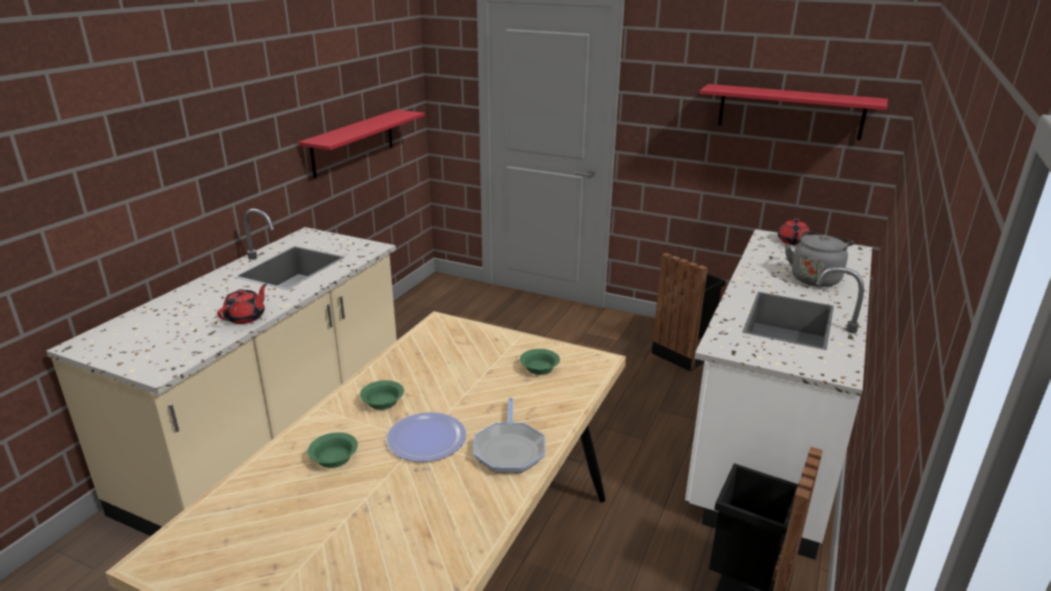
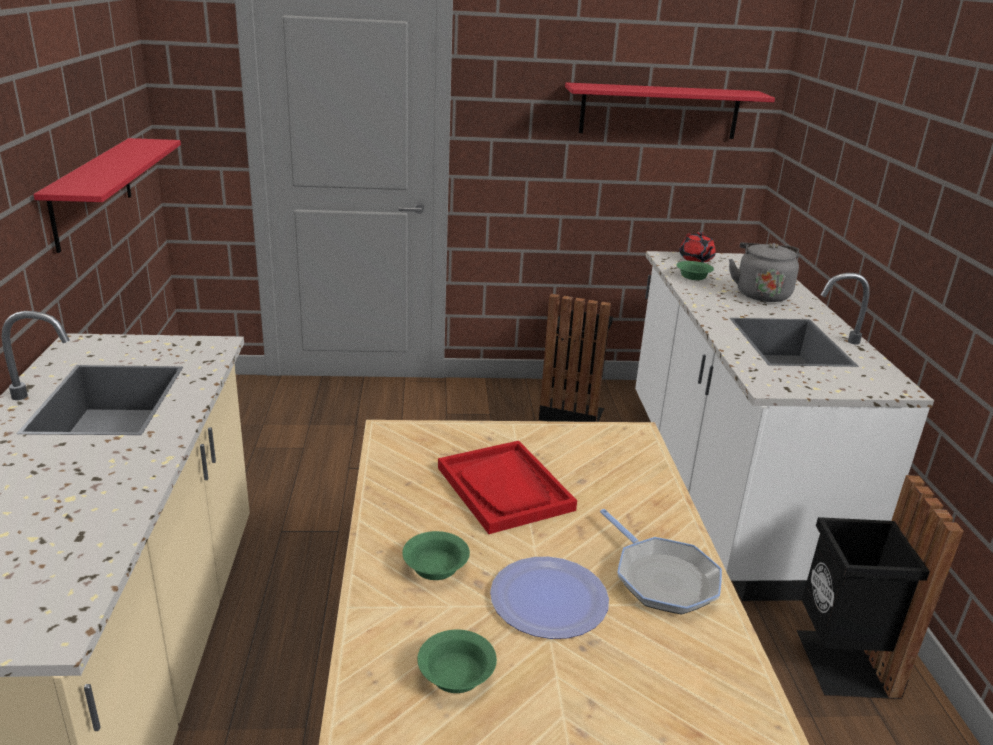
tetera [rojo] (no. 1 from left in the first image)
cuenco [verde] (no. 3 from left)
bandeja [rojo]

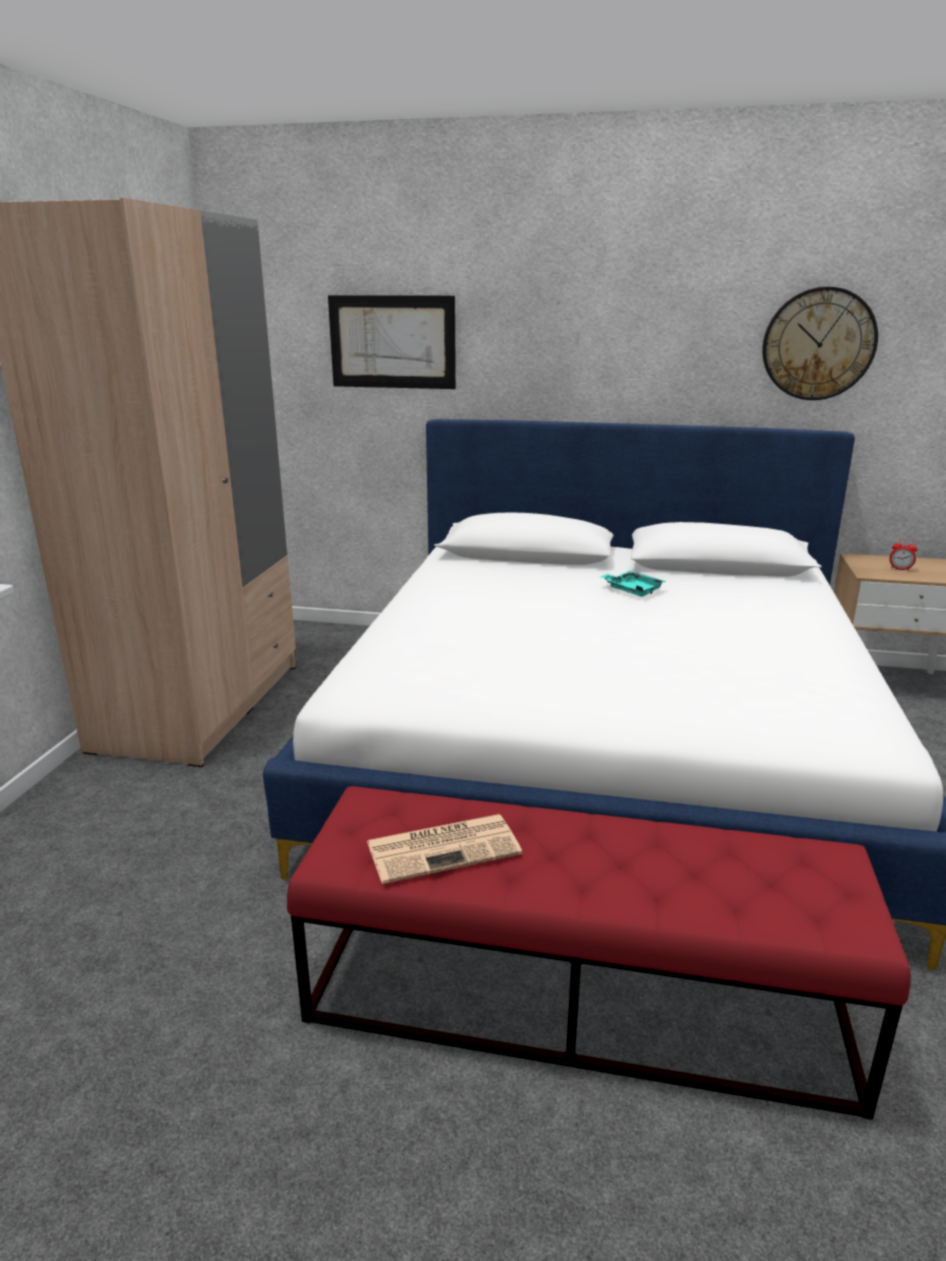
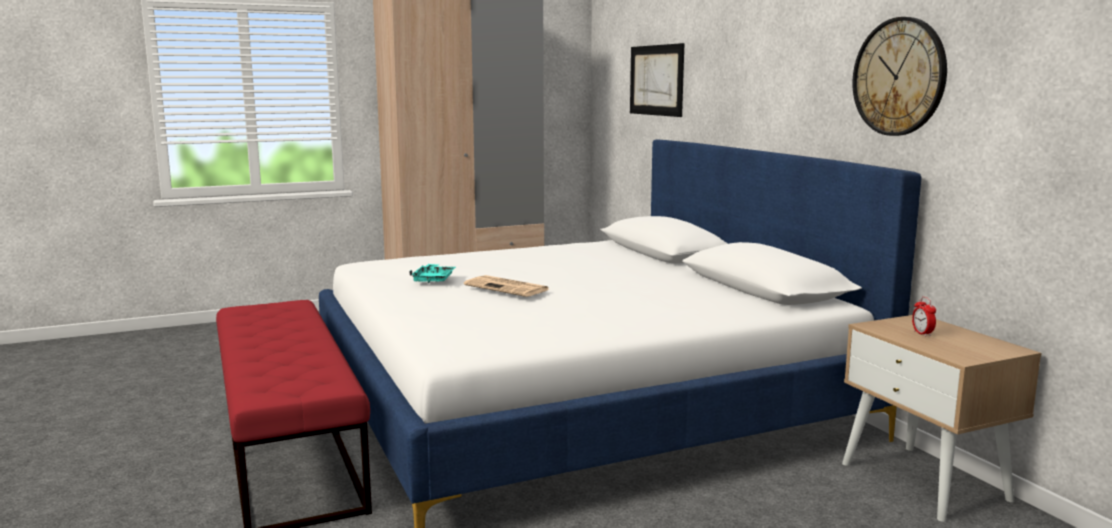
bandeja [turquesa]
periódico

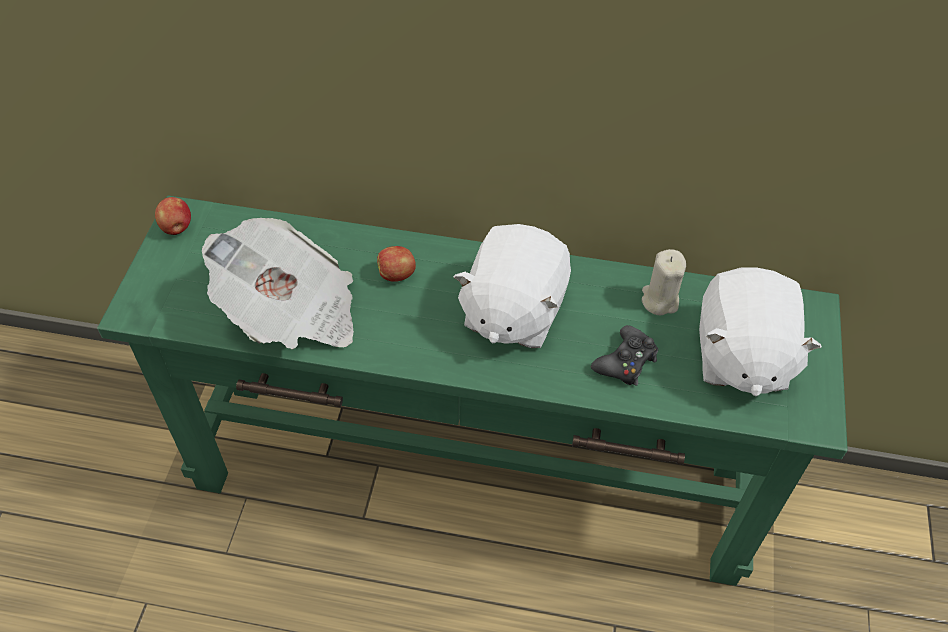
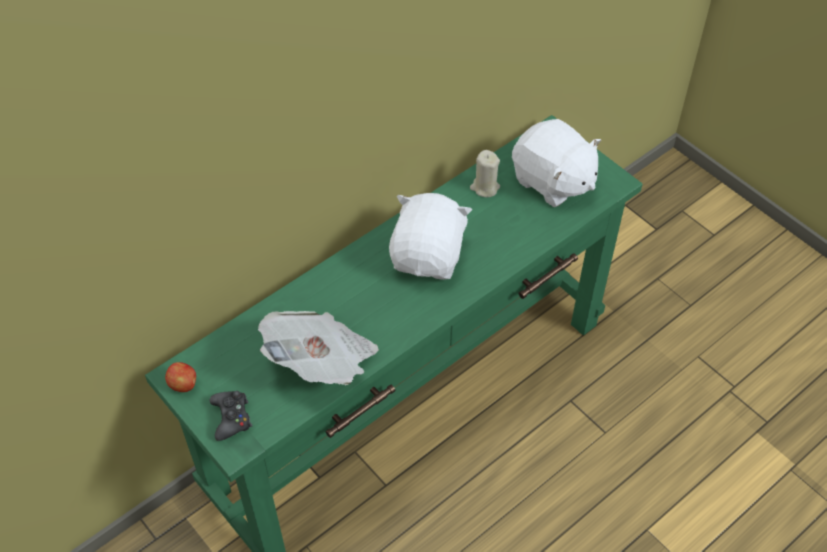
peluche [blanco] (no. 1 from left)
manzana (no. 2 from left in the first image)
mando de consola [negro]

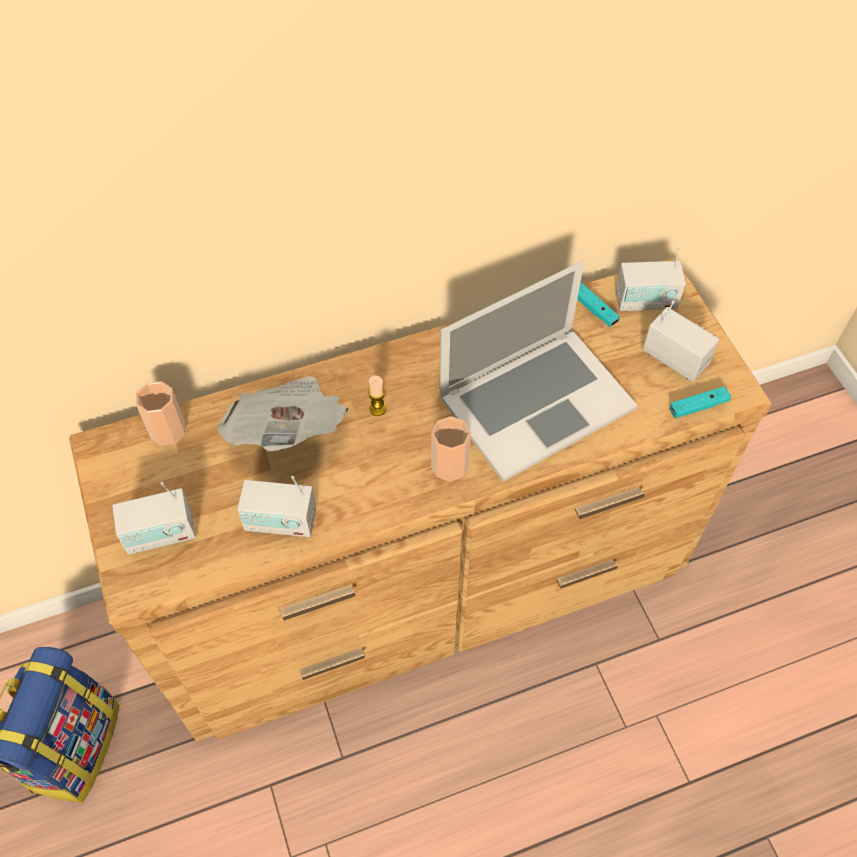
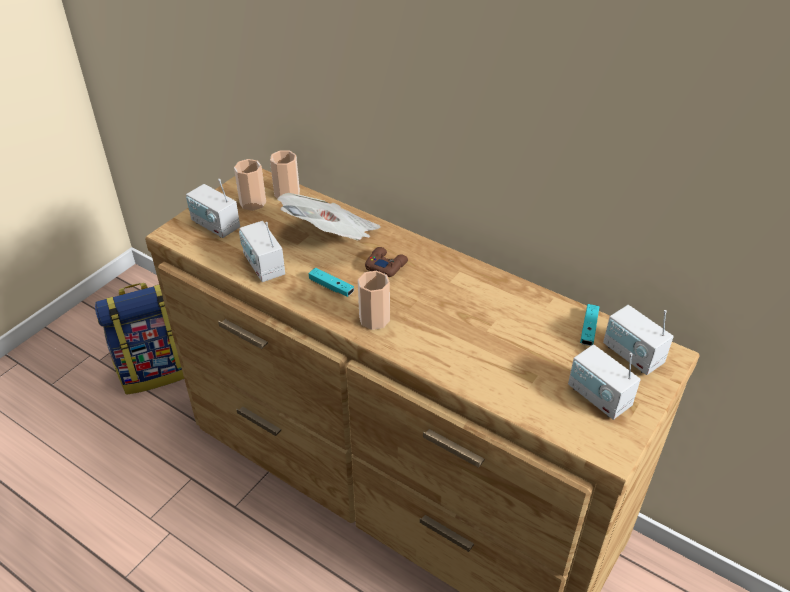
portátil
radio (no. 3 from left)
mando de consola [marrón]
mando de consola [turquesa] (no. 1 from left)
taza (no. 1 from left)

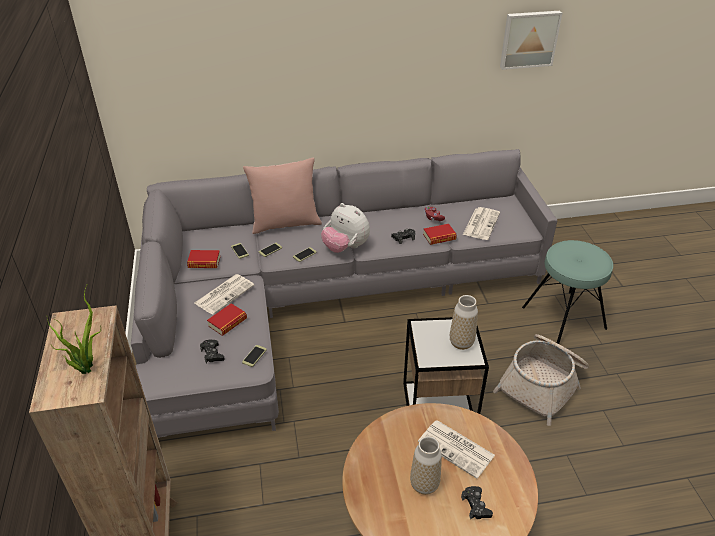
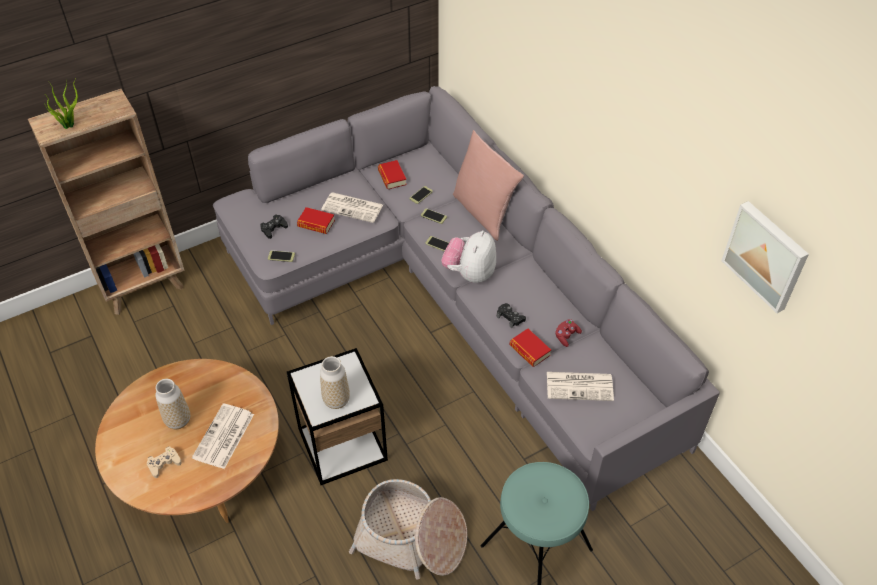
mando de consola [beis]

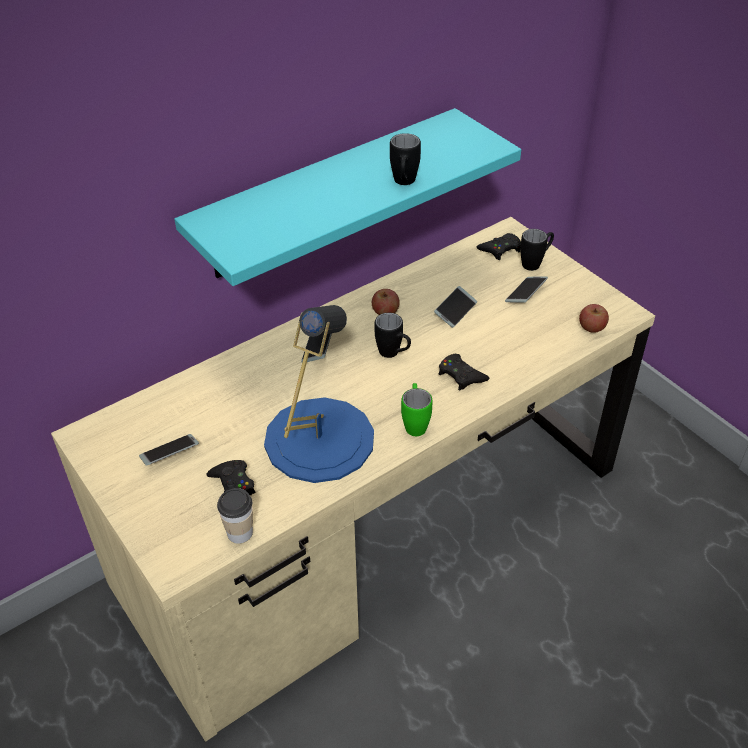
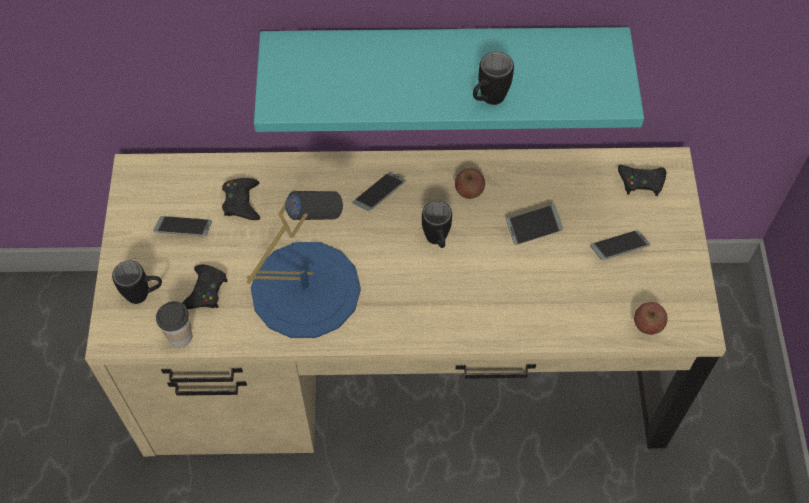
taza grande [negro] (no. 1 from left)
mando de consola [negro] (no. 2 from left)
taza grande [verde]

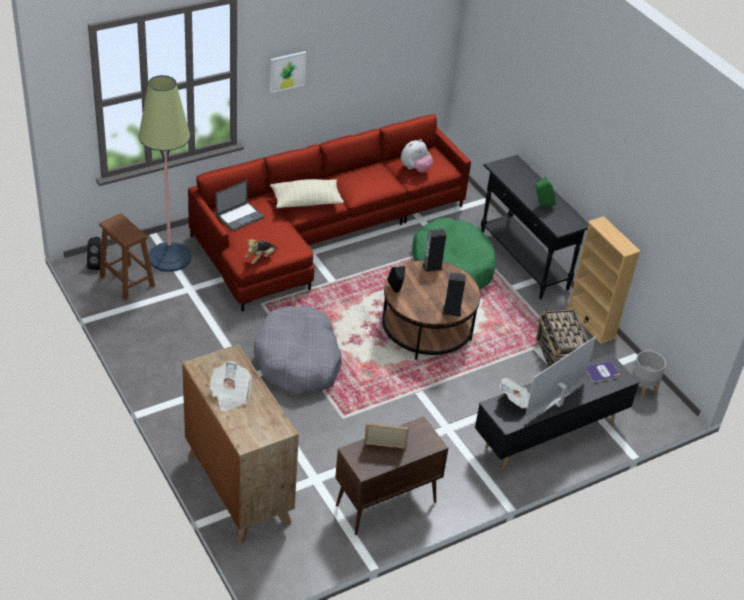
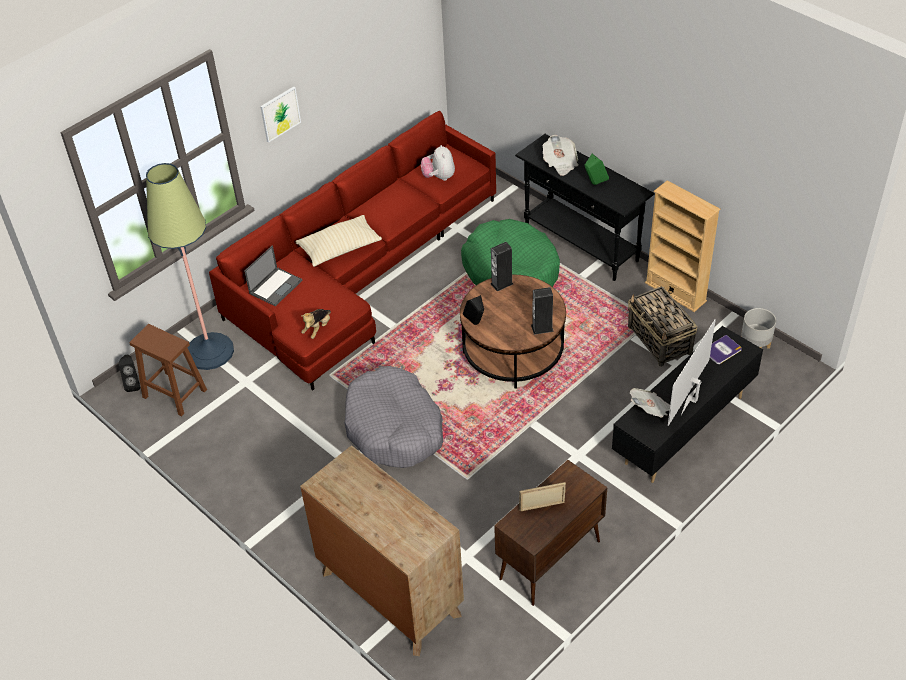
peluche (no. 2 from left)
periódico (no. 1 from left)

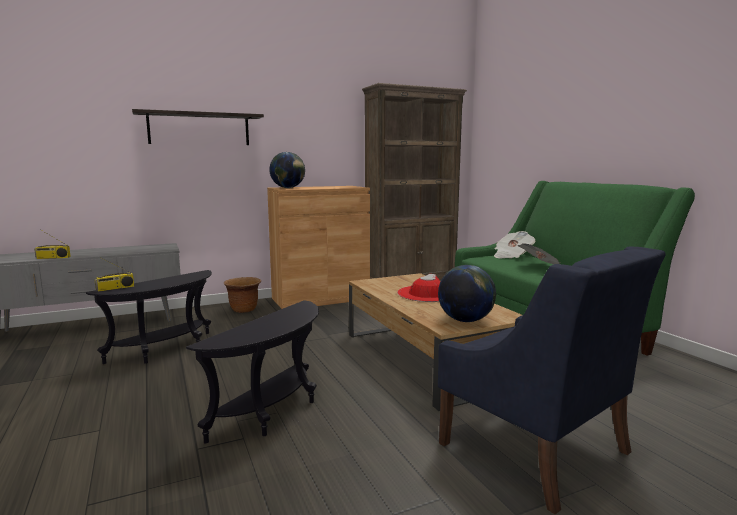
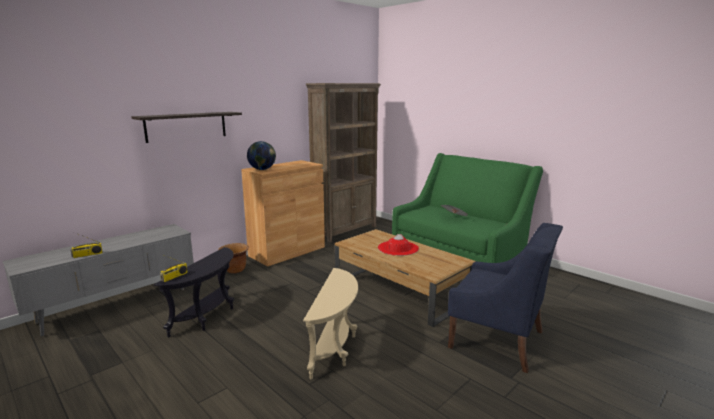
periódico (no. 1 from left in the first image)
globo terráqueo (no. 2 from left in the first image)
mesa auxiliar [beis]

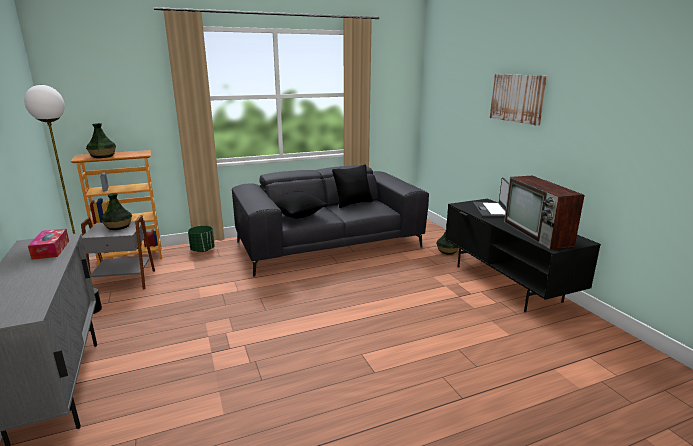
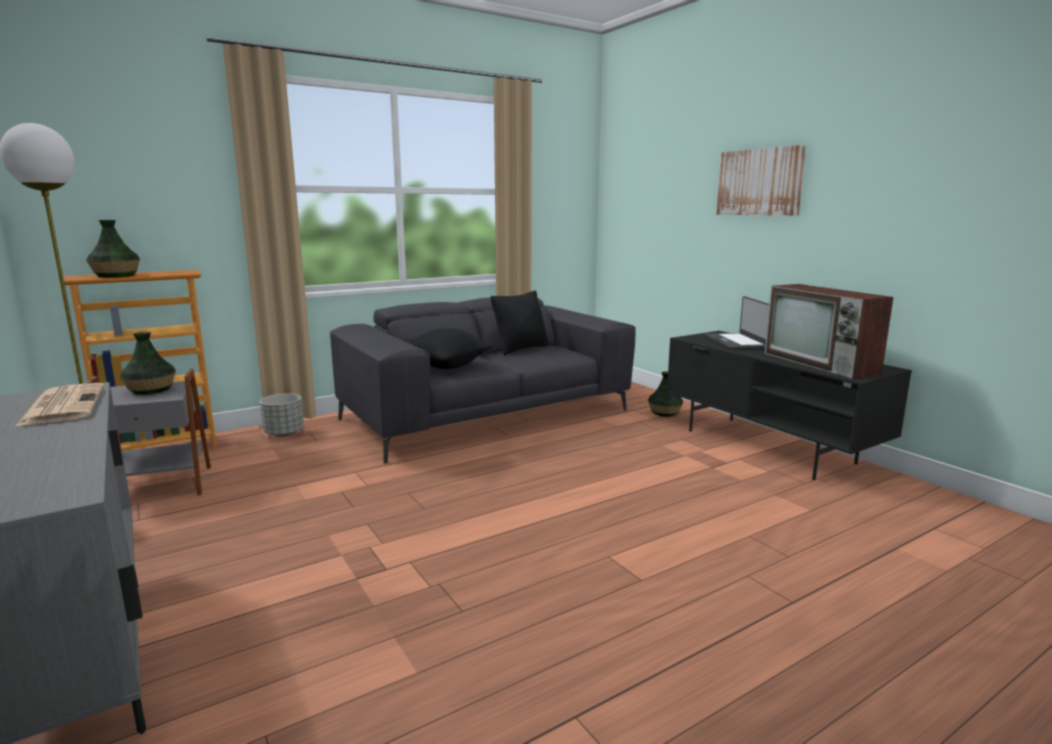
maceta [gris]
periódico

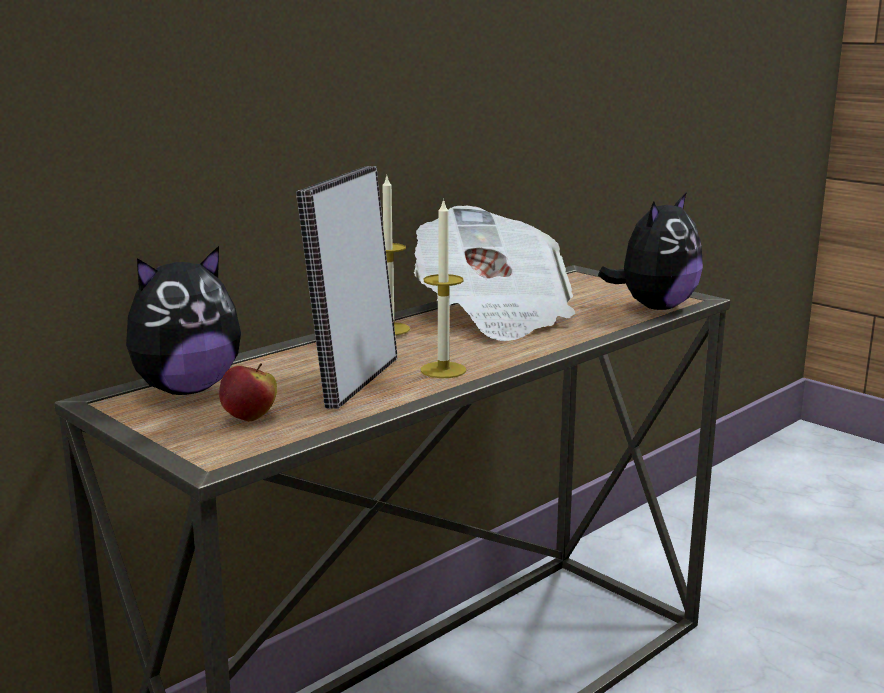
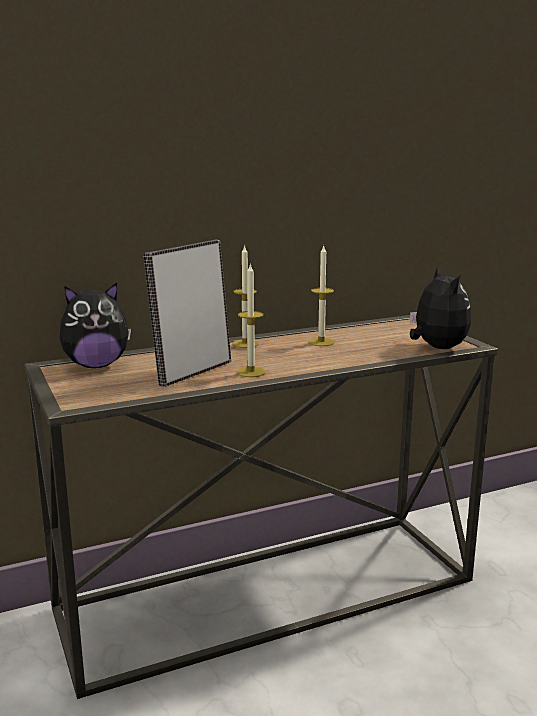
peluche (no. 2 from left)
vela (no. 3 from left)
manzana

